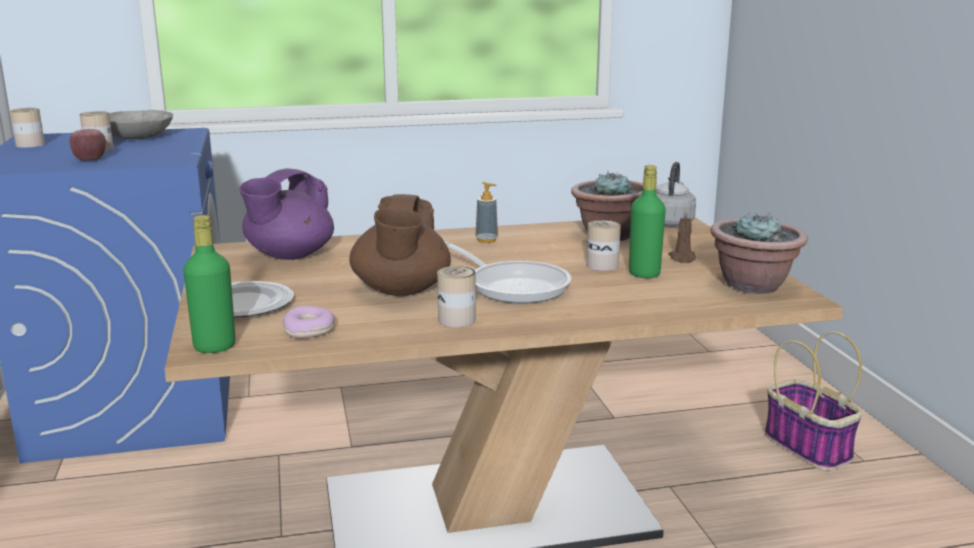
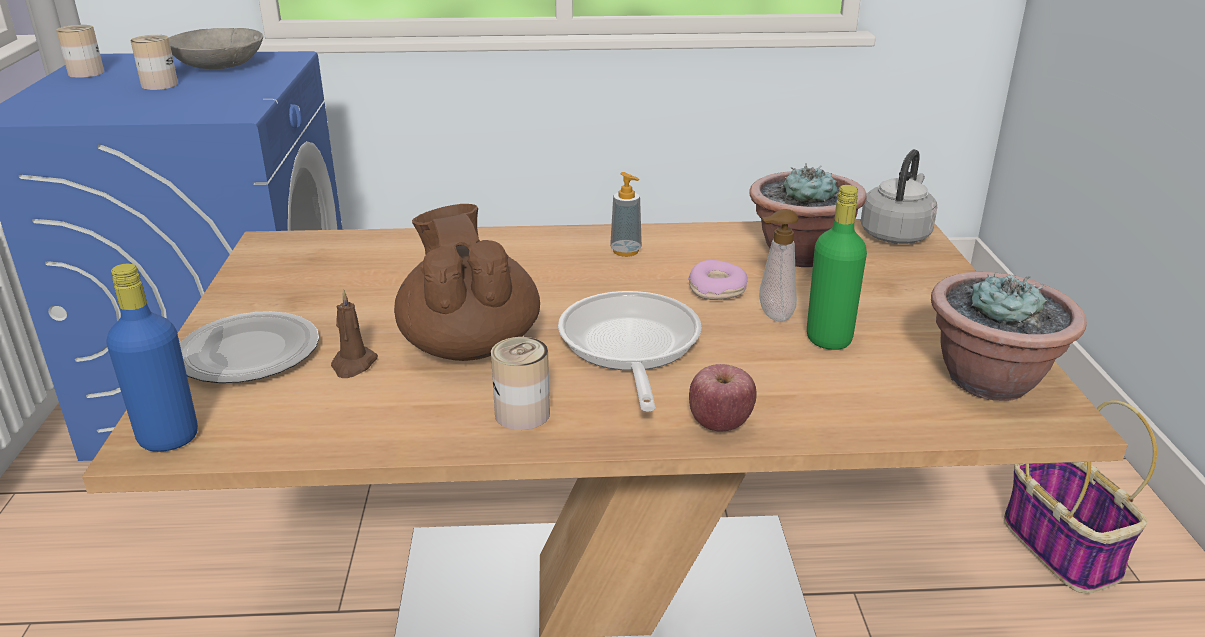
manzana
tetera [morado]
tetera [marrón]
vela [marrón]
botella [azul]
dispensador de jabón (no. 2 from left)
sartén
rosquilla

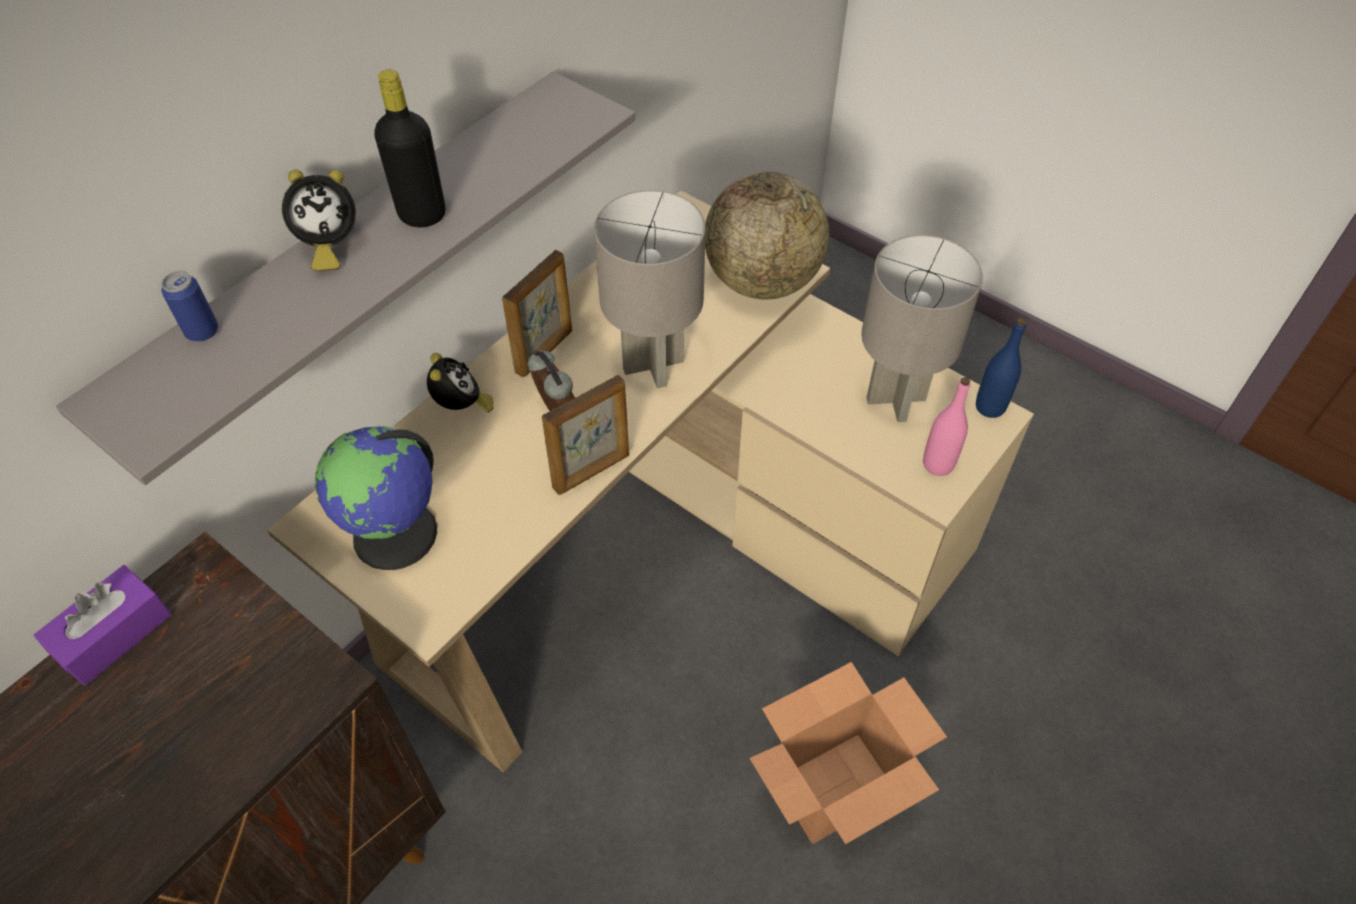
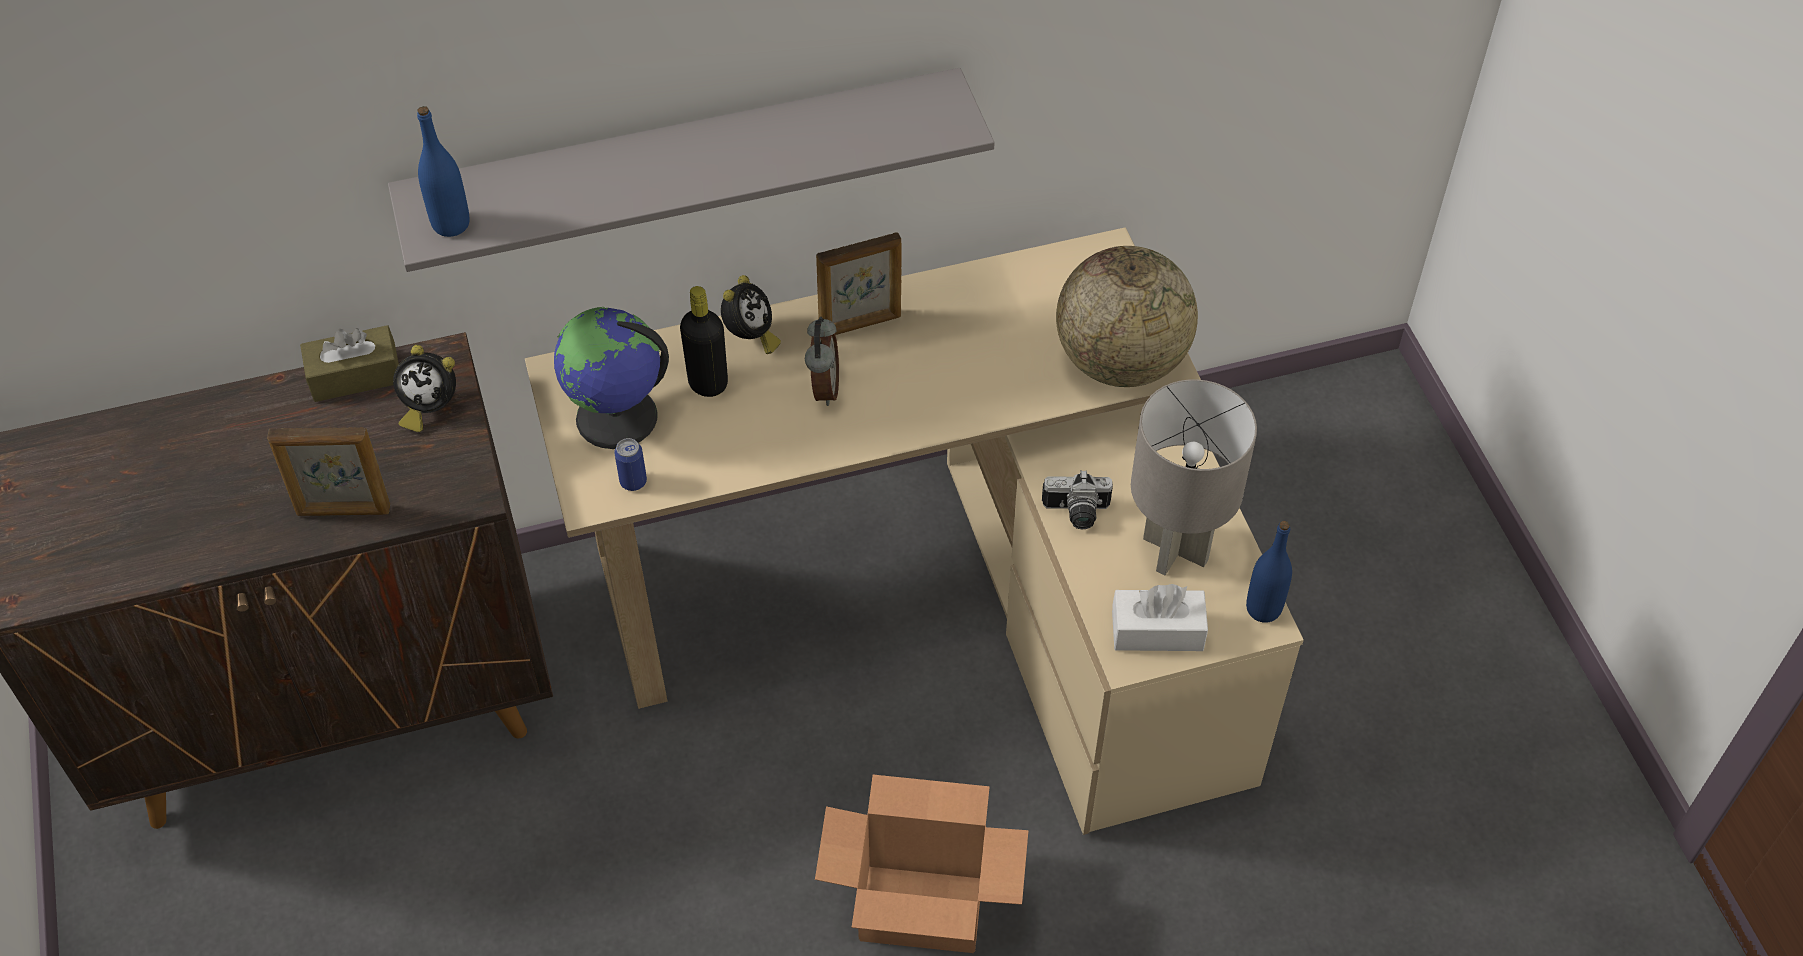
botella [negro]
despertador (no. 1 from left)
lámpara de mesa [gris] (no. 1 from left in the first image)
lata
portarretratos (no. 1 from left)
caja de pañuelos [blanco]
caja de pañuelos [marrón]
botella [azul] (no. 1 from left)
cámara

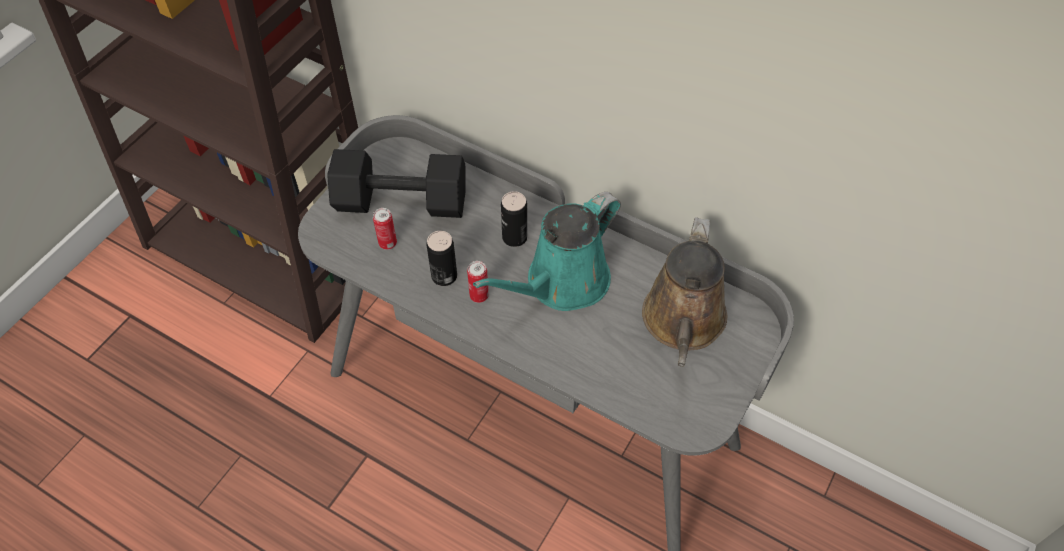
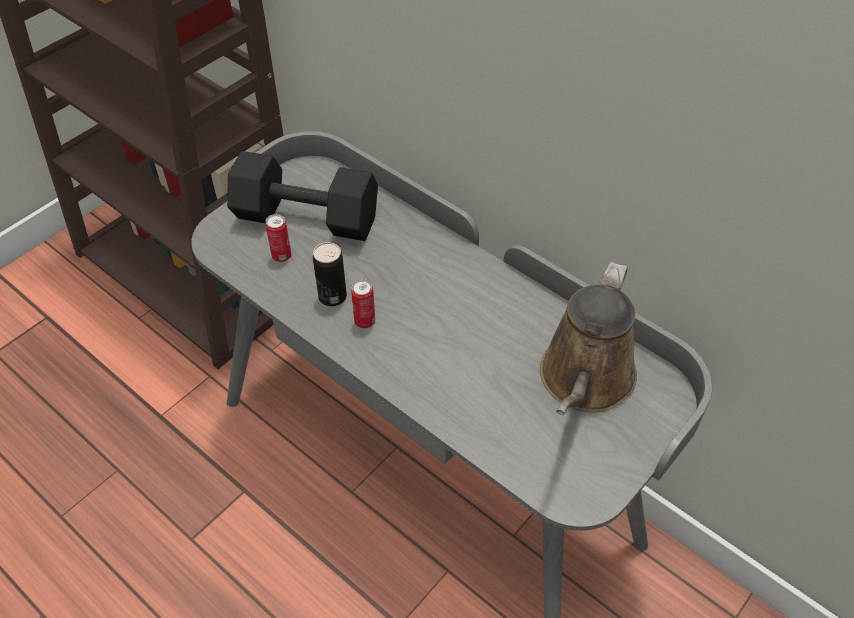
lata (no. 4 from left in the first image)
regadera [turquesa]

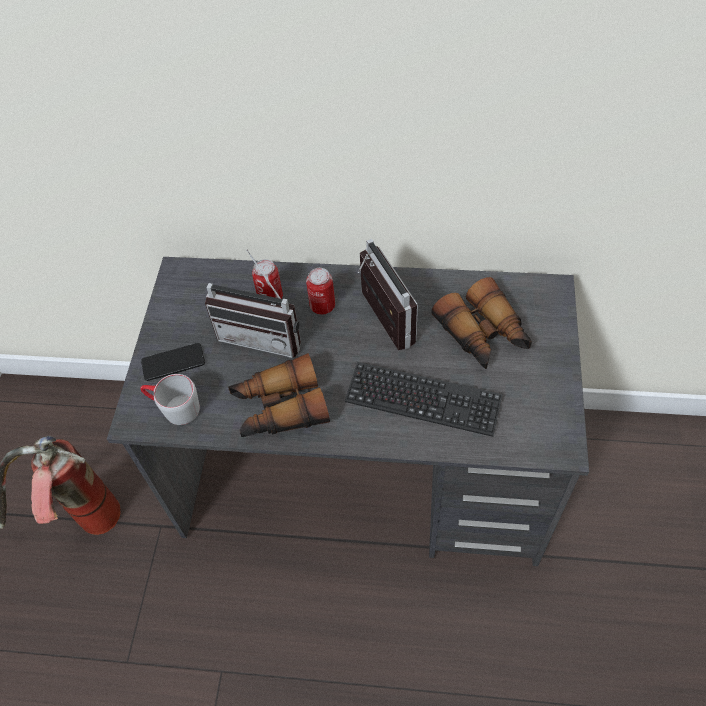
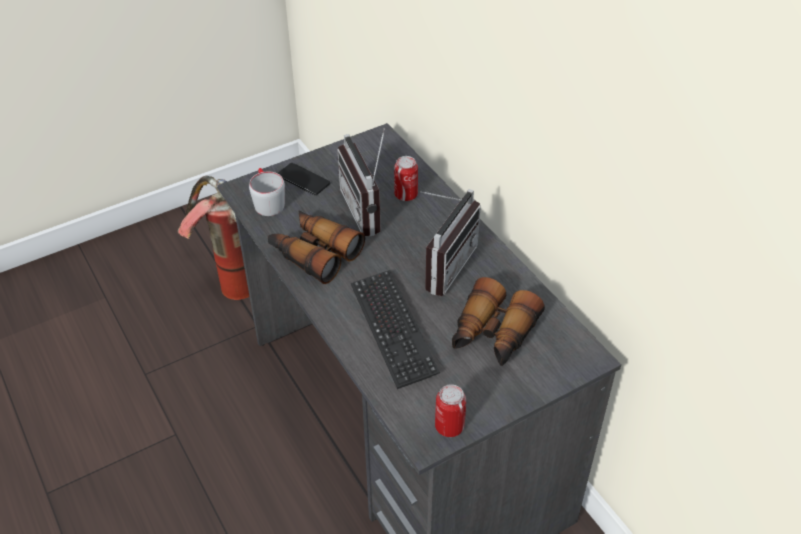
lata (no. 2 from left)

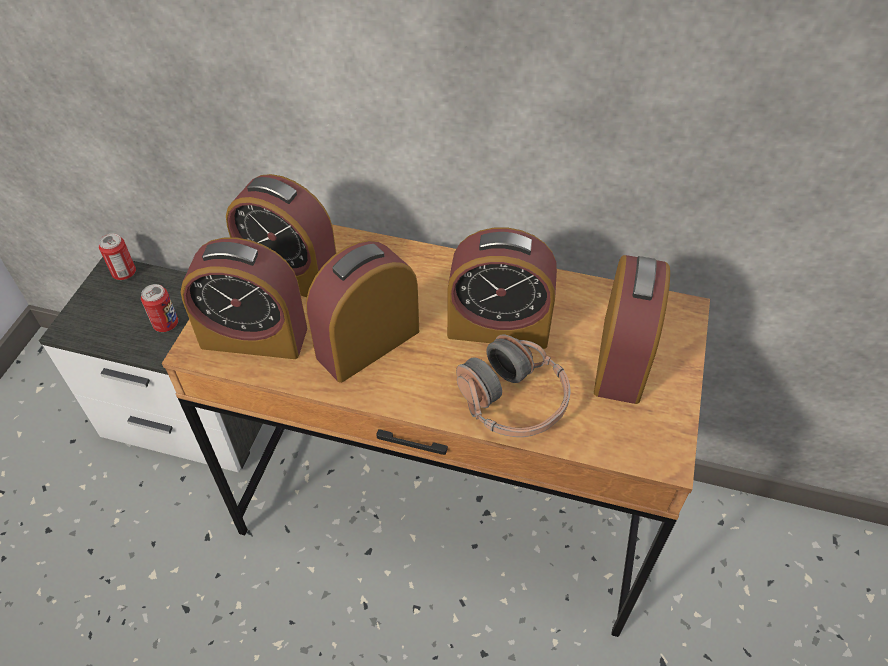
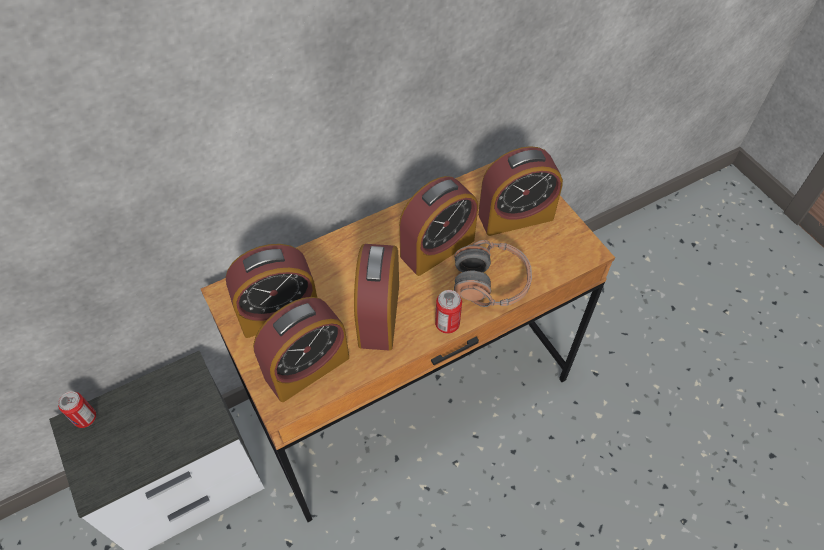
despertador (no. 5 from left)
lata (no. 2 from left)

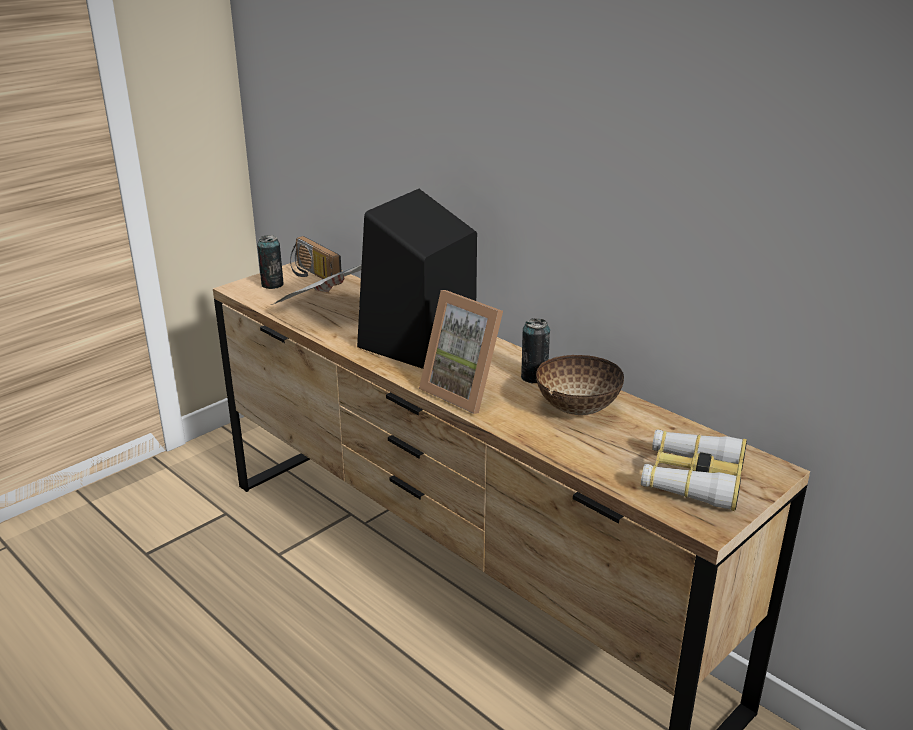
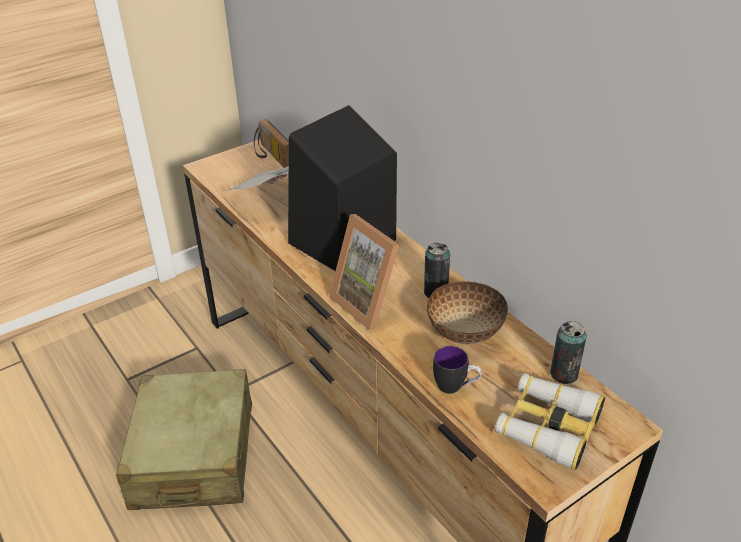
lata (no. 2 from left)
taza grande
maleta [beis]

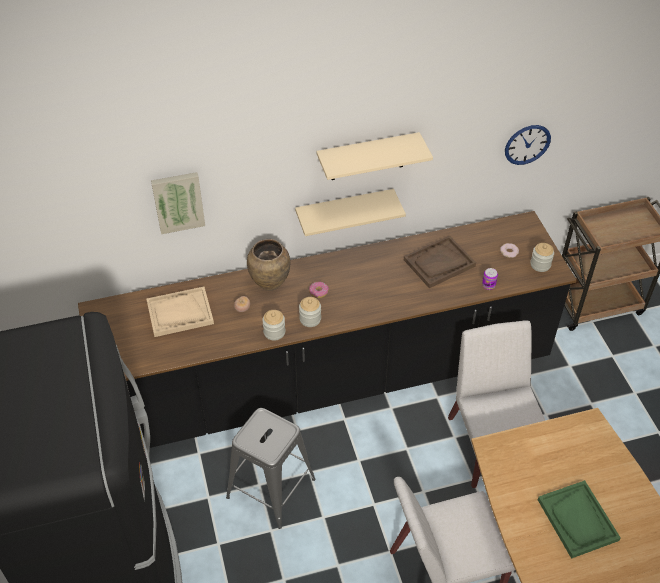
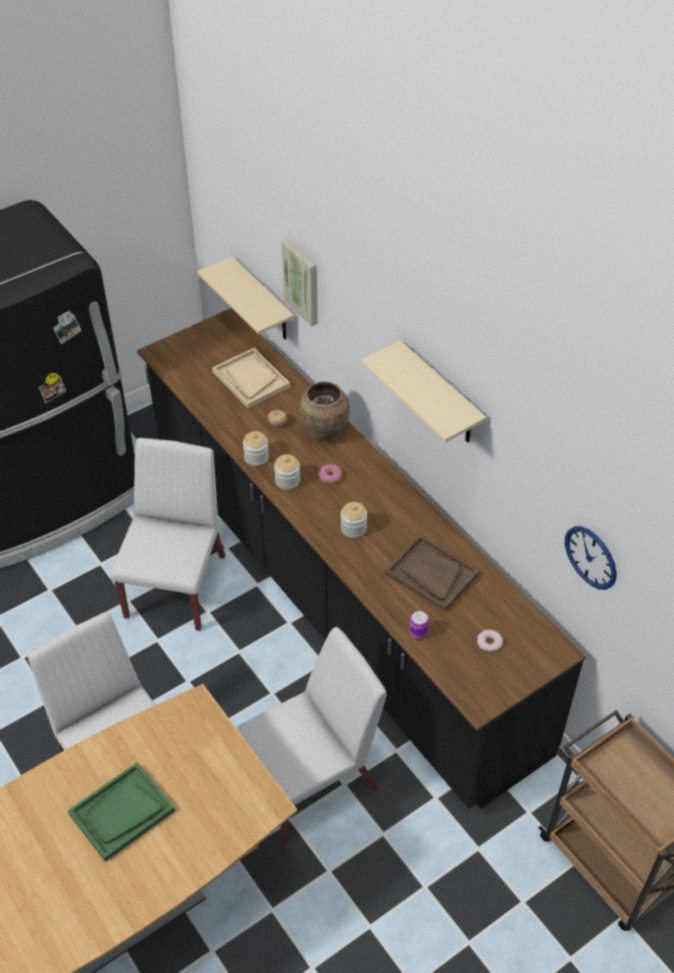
estante [beis] (no. 1 from left)
tarro (no. 3 from left)
silla [blanco] (no. 2 from left)

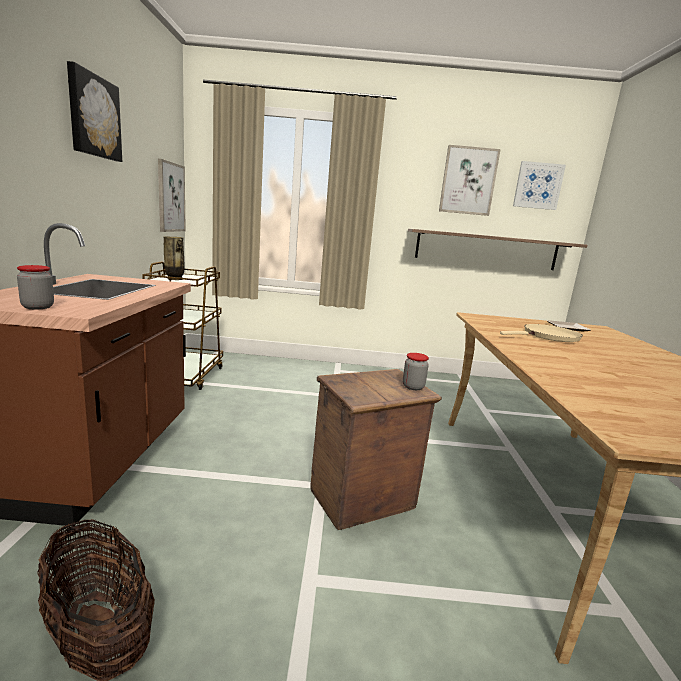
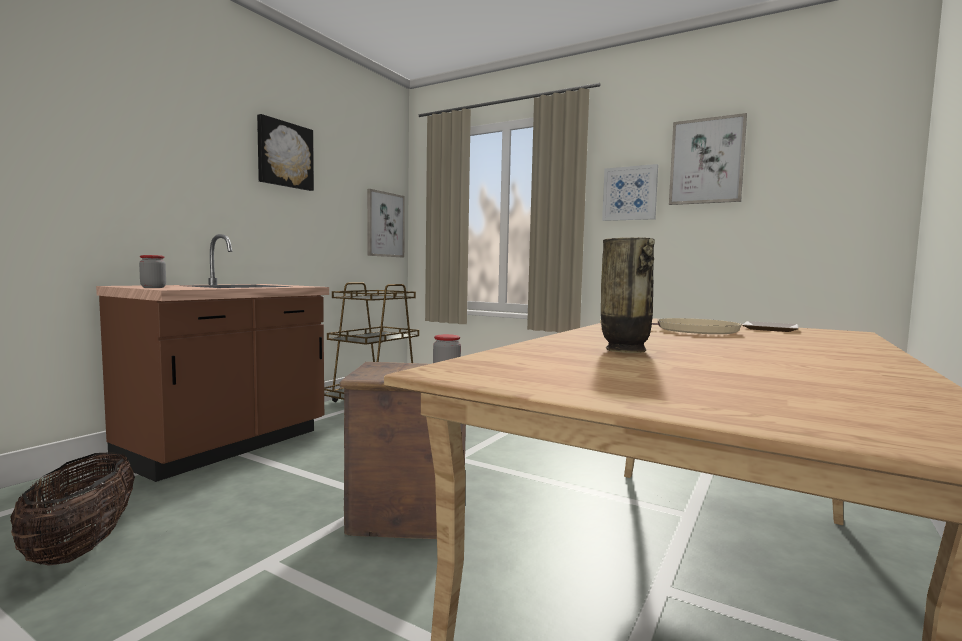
cuadro (no. 3 from left)
estante
florero

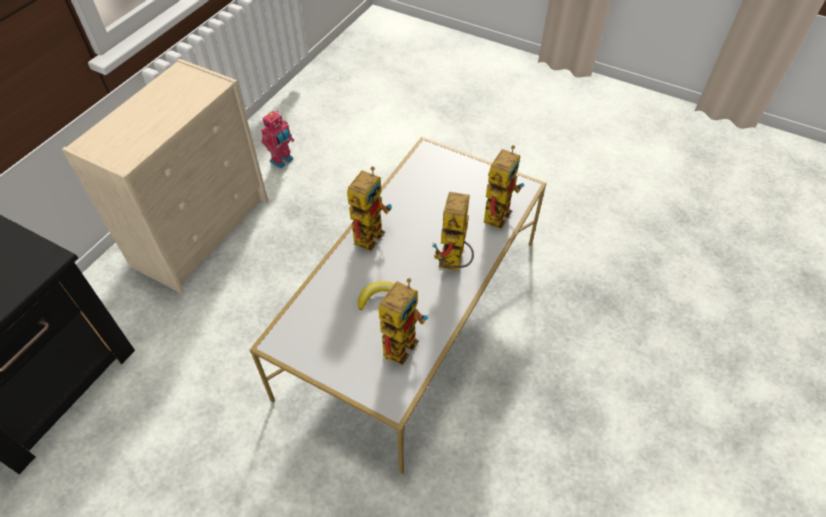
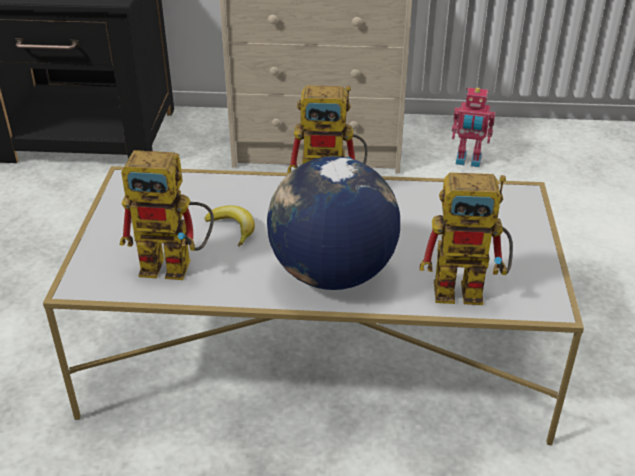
globo terráqueo

